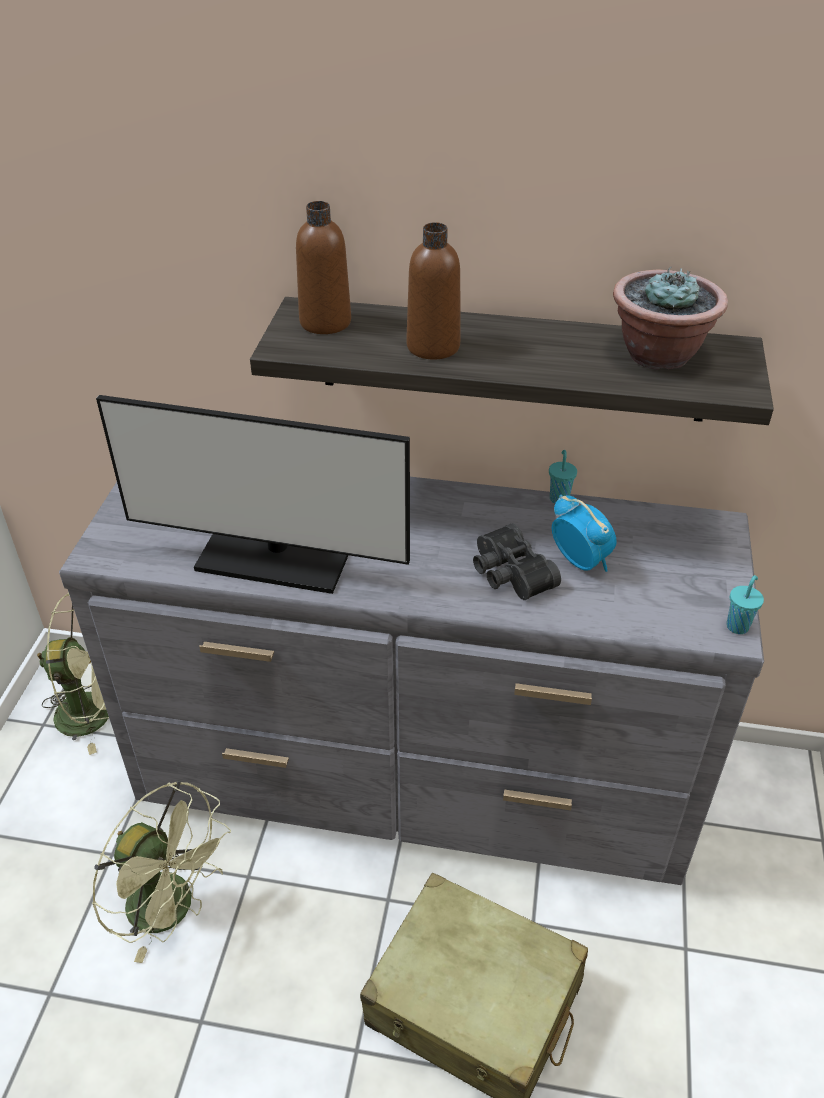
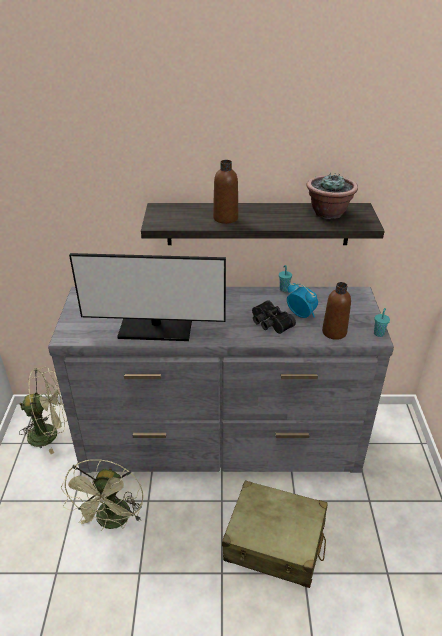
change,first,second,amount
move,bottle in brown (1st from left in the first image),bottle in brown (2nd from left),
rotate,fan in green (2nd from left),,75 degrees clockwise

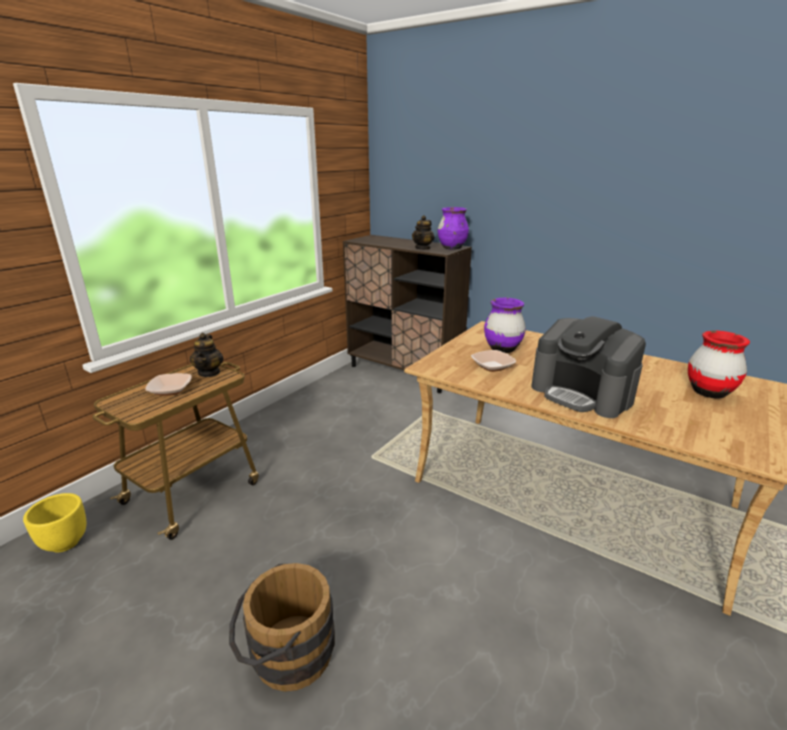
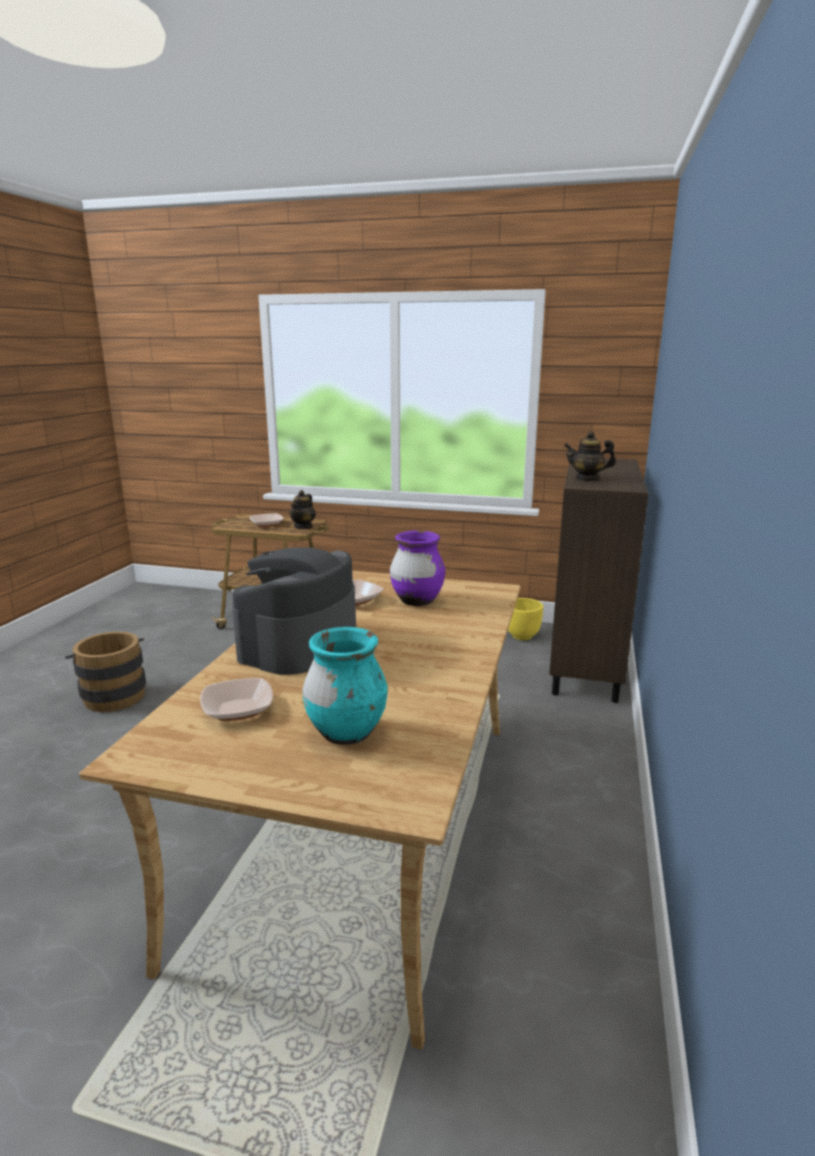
change,first,second,amount
delete,vase in purple (1st from left),,
insert,,bowl (1st from left),
move,planter in yellow,,
recolor,vase in red,vase in turquoise,
rotate,teapot (1st from left),,45 degrees counterclockwise

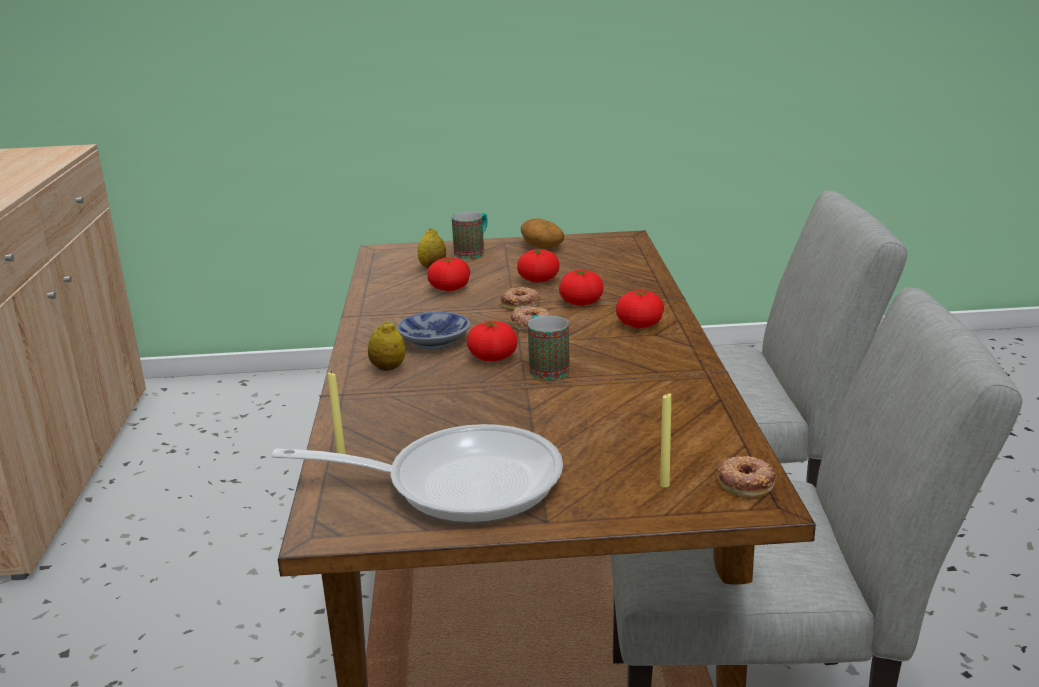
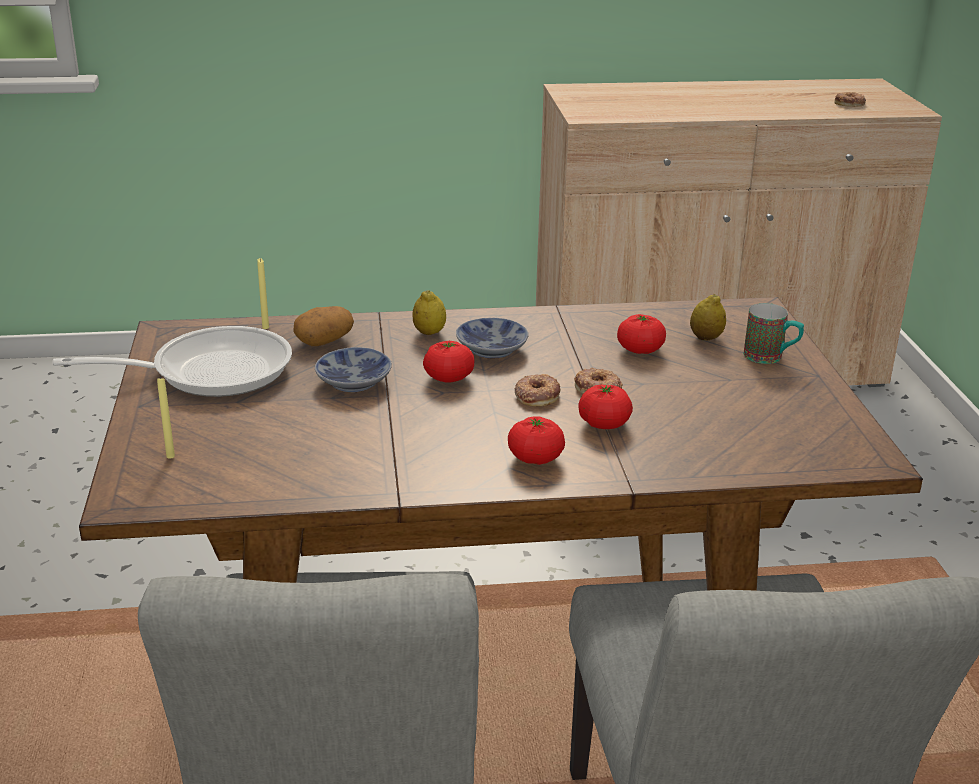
change,first,second,amount
delete,tomato (3rd from left),,
delete,mug (2nd from left),,
insert,,bowl (1st from left),
move,potato,,
move,donut (3rd from left),,
rotate,frying pan,,105 degrees counterclockwise

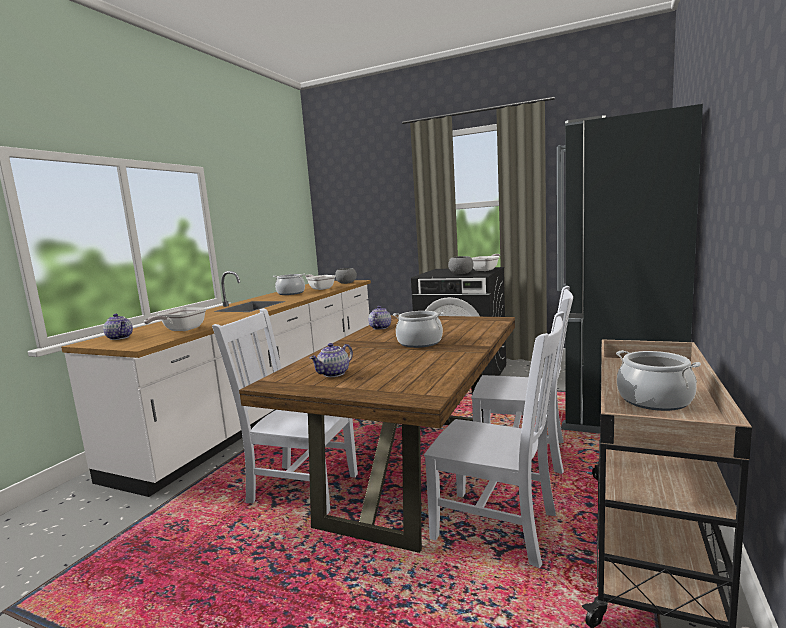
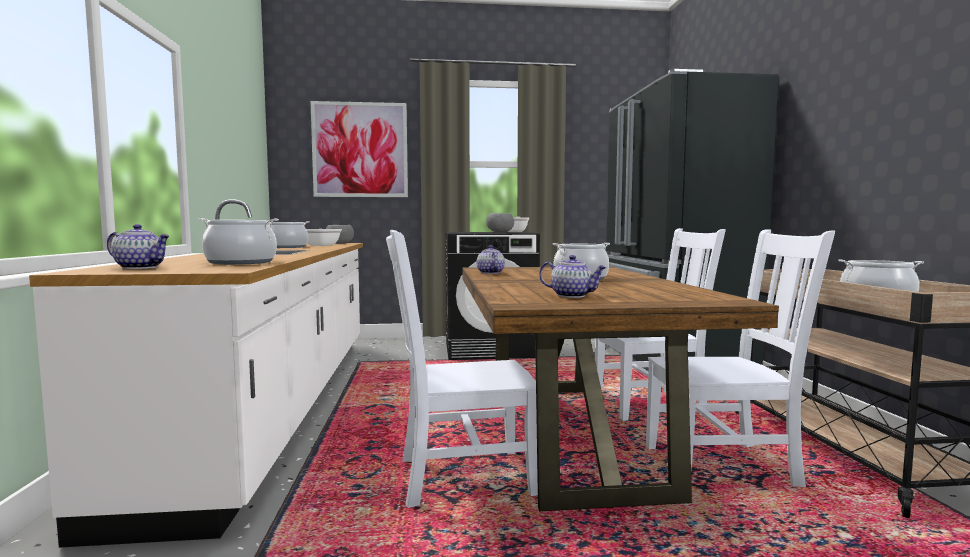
change,first,second,amount
insert,,picture,
replace,frying pan (1st from left),cooking pot (1st from left),
rotate,teapot (2nd from left in the first image),teapot (3rd from left),75 degrees counterclockwise

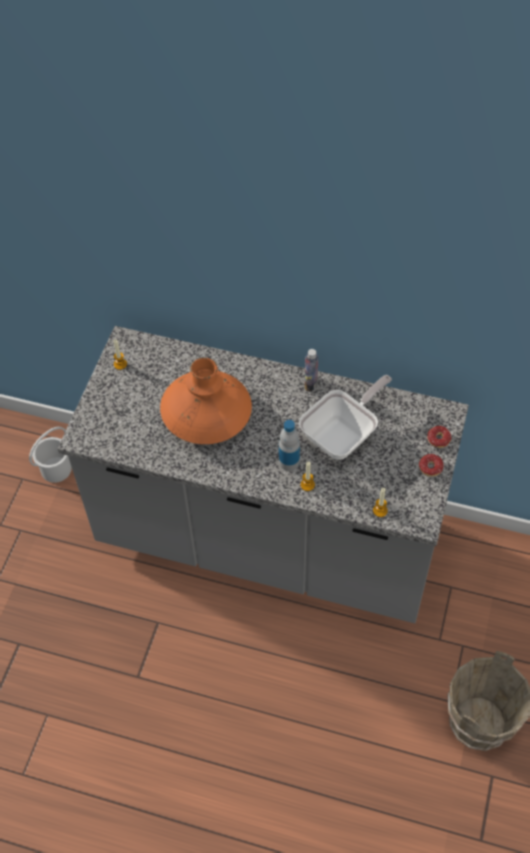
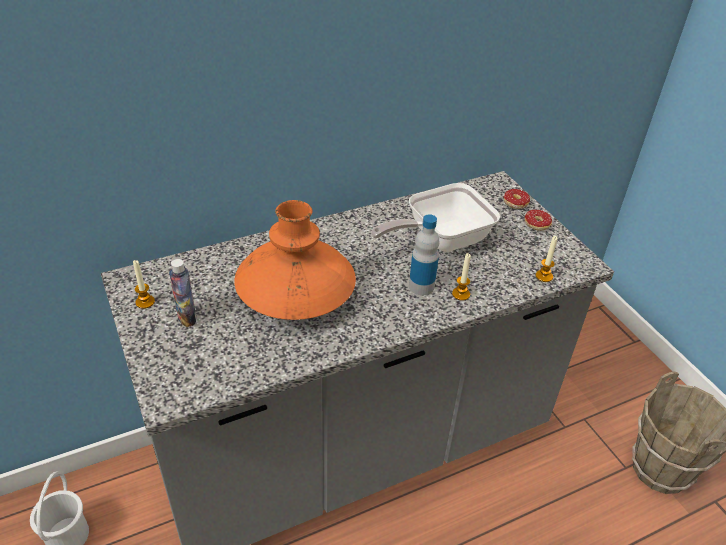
change,first,second,amount
move,bottle (2nd from left in the first image),bottle (1st from left),
rotate,frying pan,,120 degrees counterclockwise

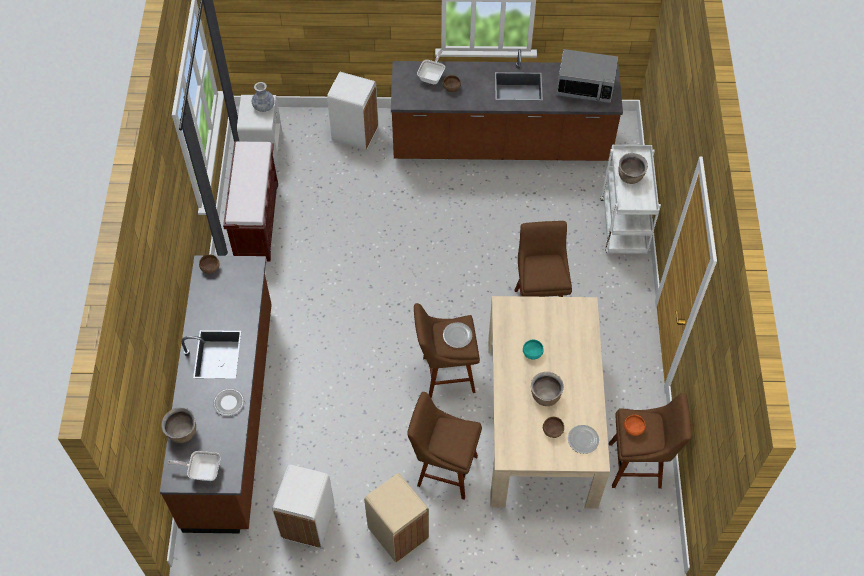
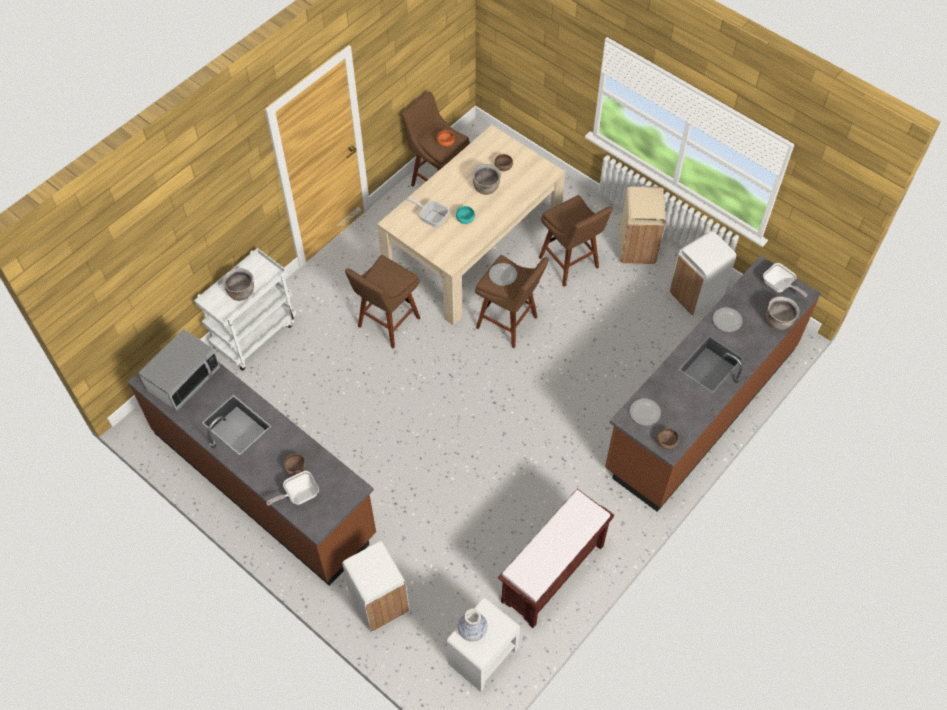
change,first,second,amount
insert,,frying pan (2nd from left),
move,plate (3rd from left in the first image),plate (2nd from left),
rotate,microwave,,75 degrees clockwise

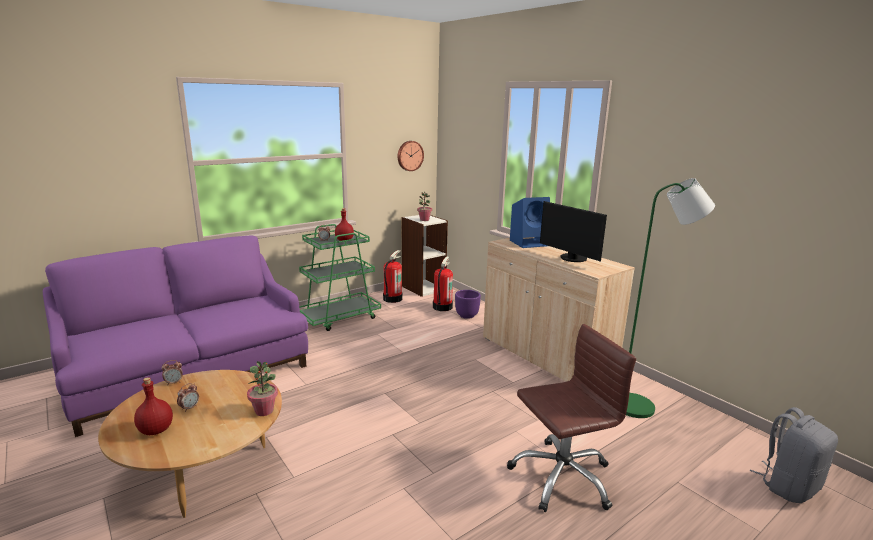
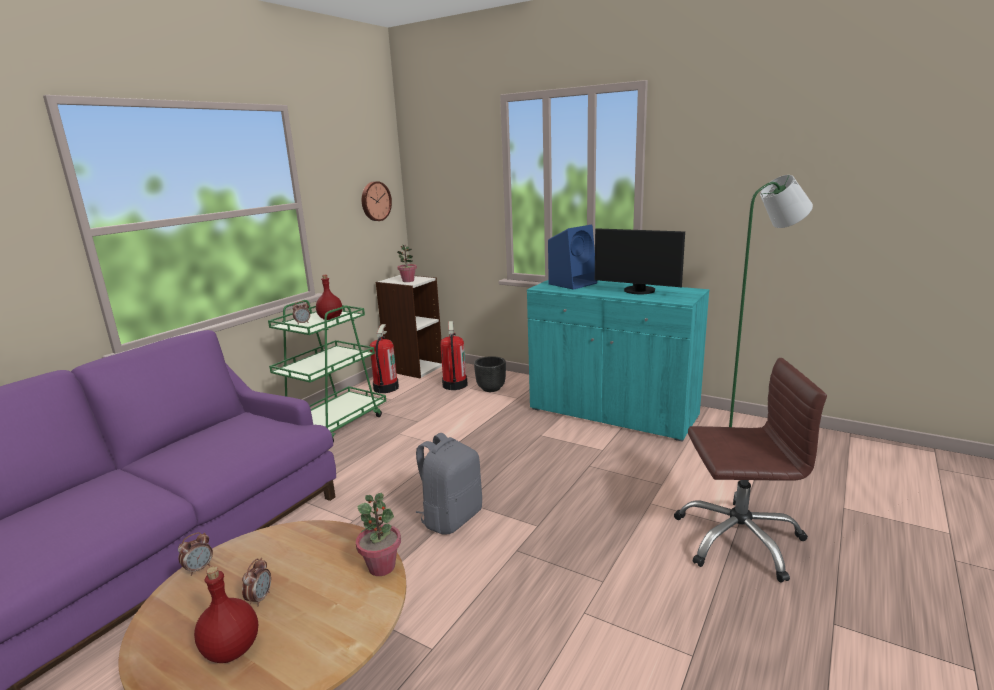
change,first,second,amount
move,backpack in grey,,
recolor,planter in purple,planter in black,
recolor,cabinet in beige,cabinet in turquoise,
rotate,office chair in brown,,45 degrees clockwise

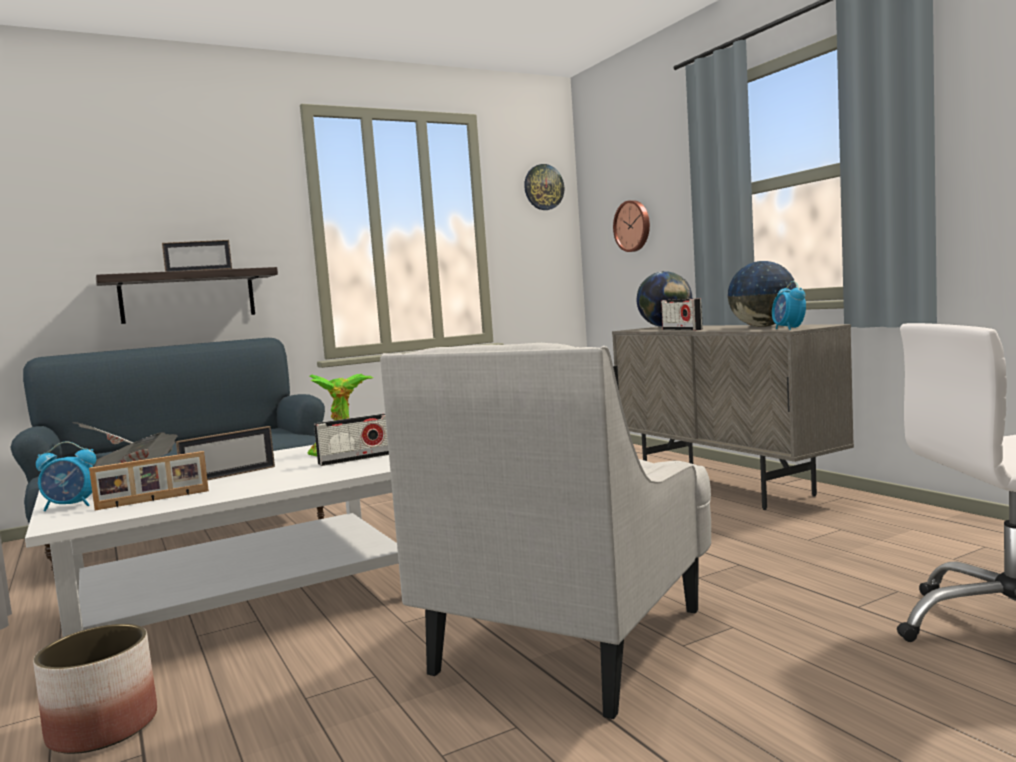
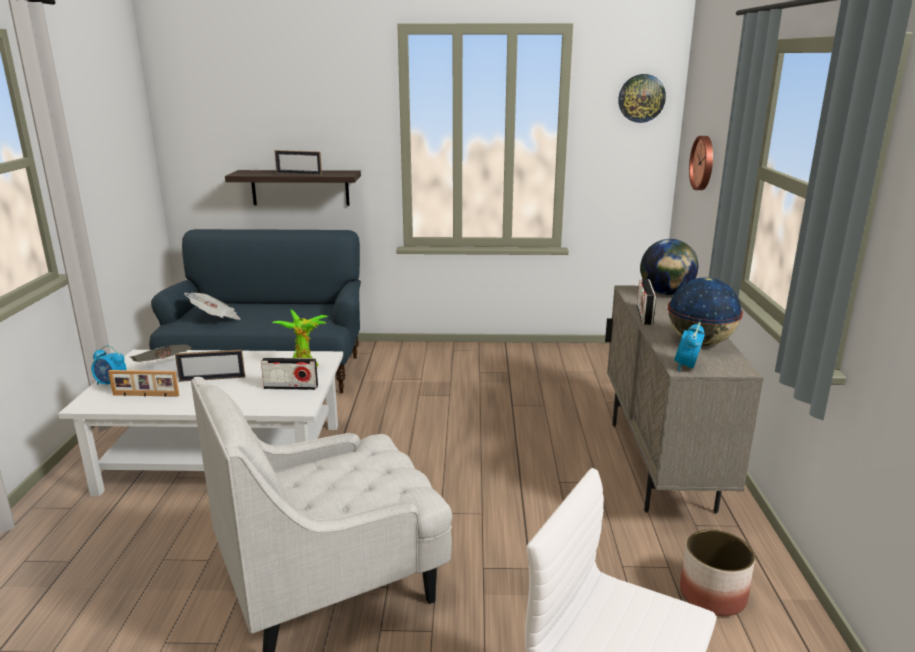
change,first,second,amount
move,planter,,

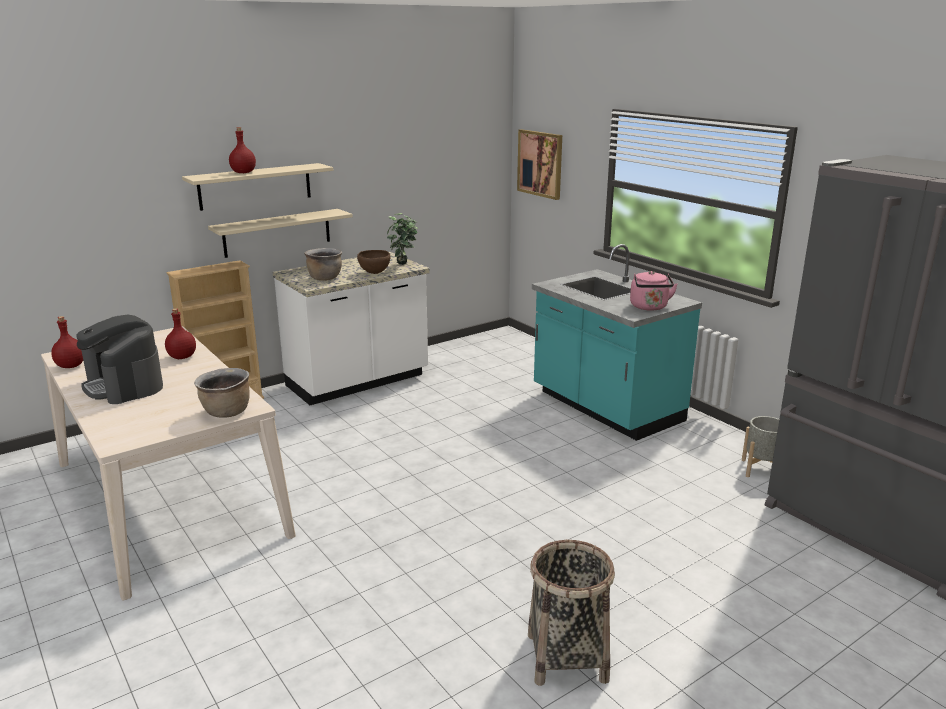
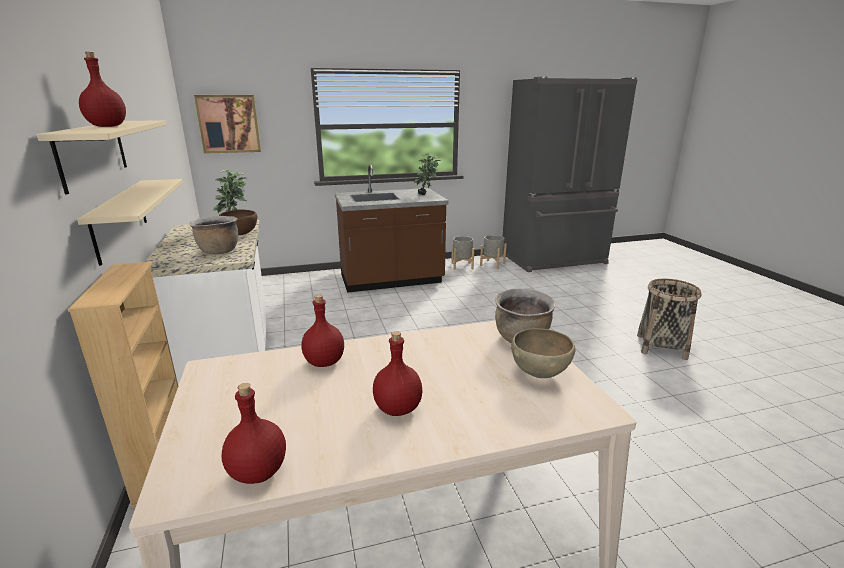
change,first,second,amount
insert,,planter in grey (1st from left),
insert,,bowl in brown (2nd from left),
replace,coffee machine,bottle in red (4th from left),
replace,kettle in pink,potted plant (2nd from left),
recolor,counter in turquoise,counter in brown,

